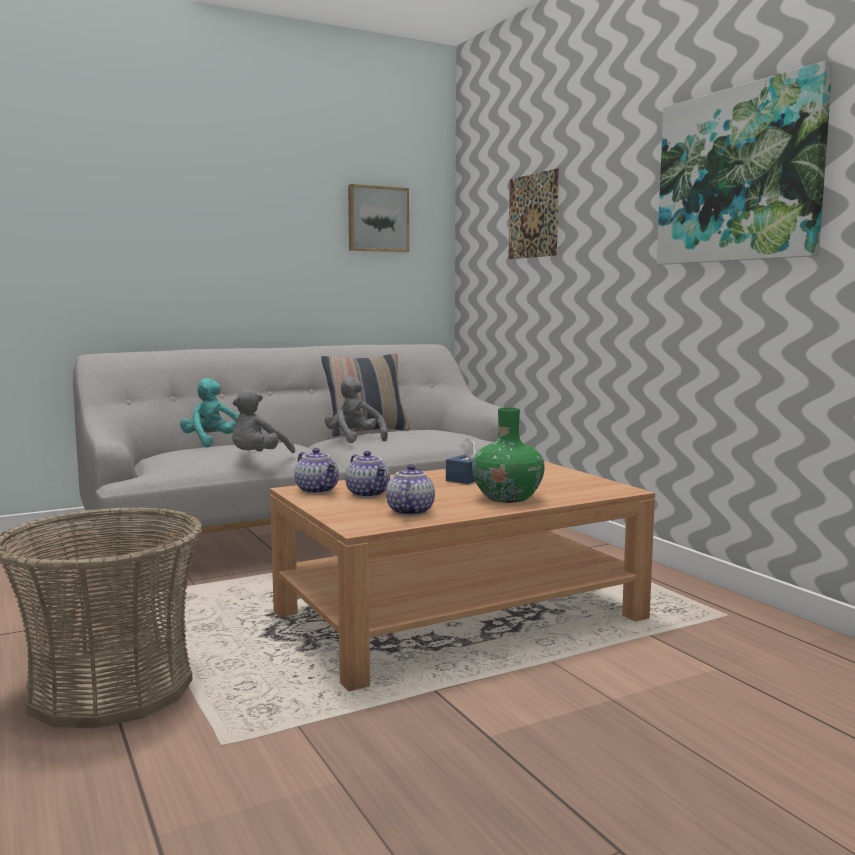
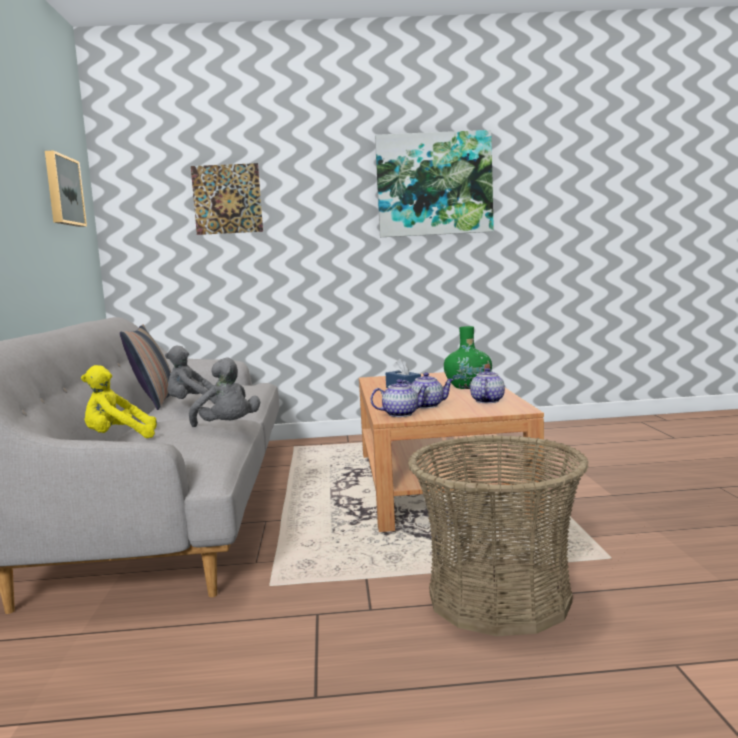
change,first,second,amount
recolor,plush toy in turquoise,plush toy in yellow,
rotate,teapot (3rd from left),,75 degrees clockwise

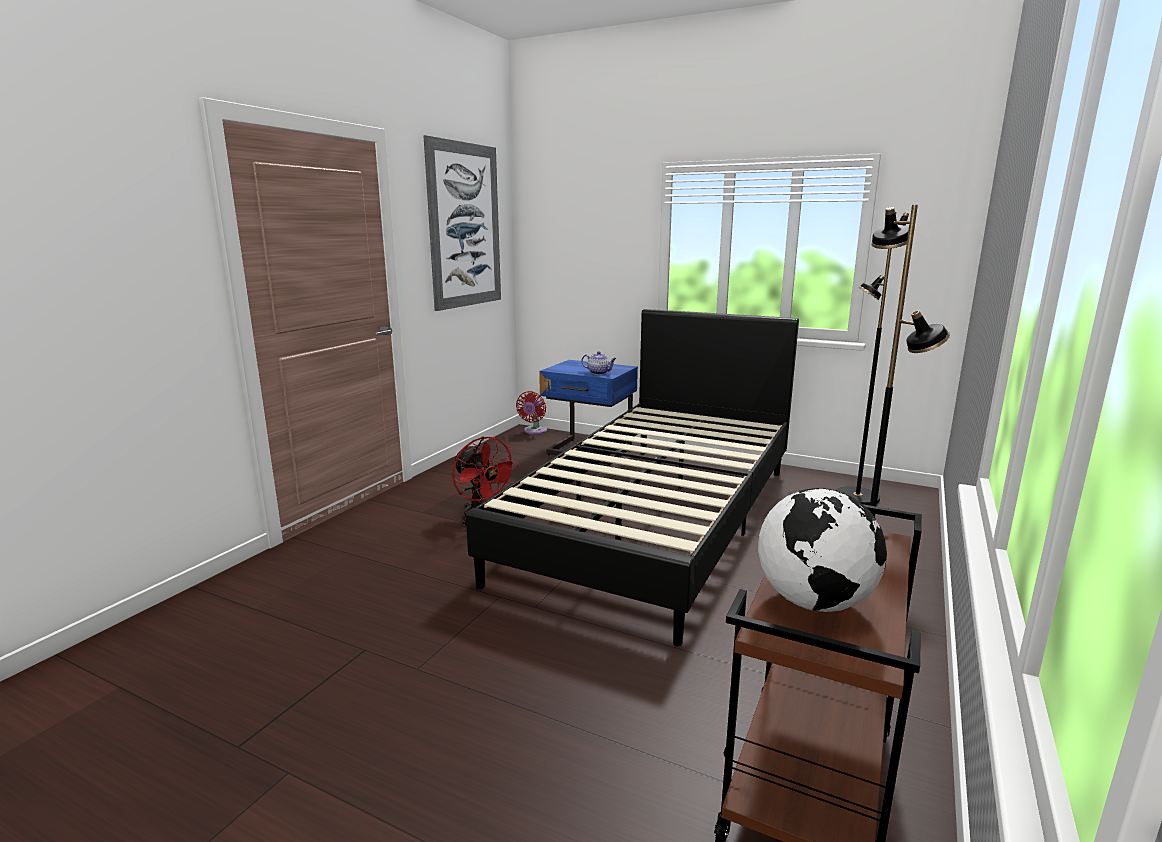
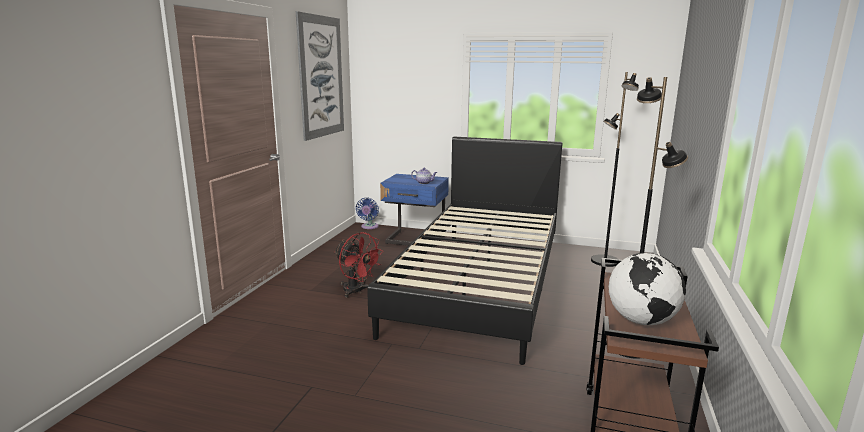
change,first,second,amount
recolor,fan in red (2nd from left),fan in blue,

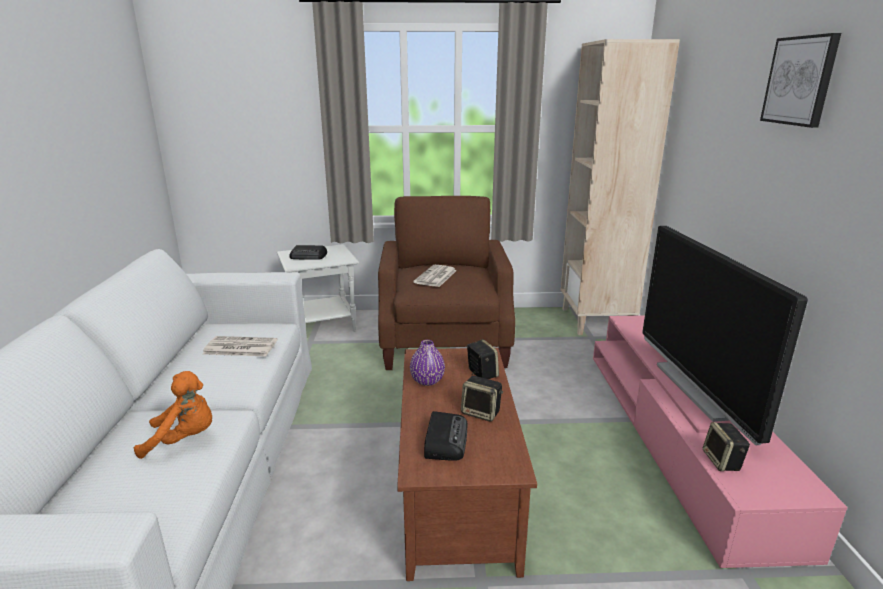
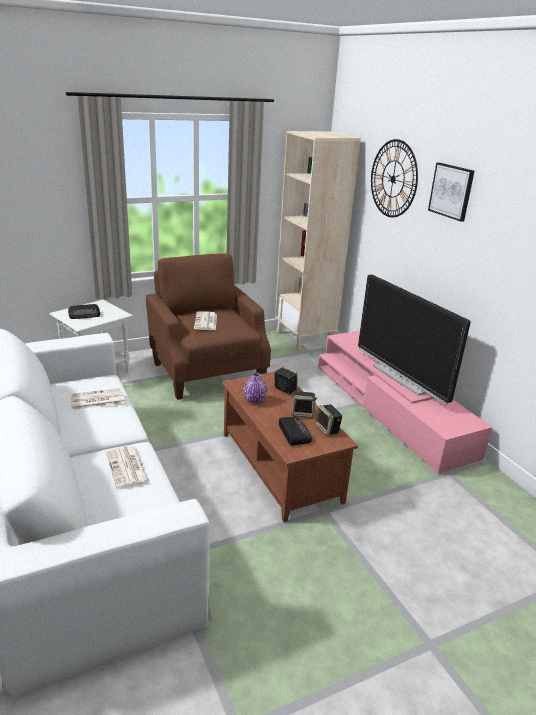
change,first,second,amount
insert,,wall clock,
move,speaker (3rd from left),,
replace,plush toy in orange,newspaper (2nd from left),

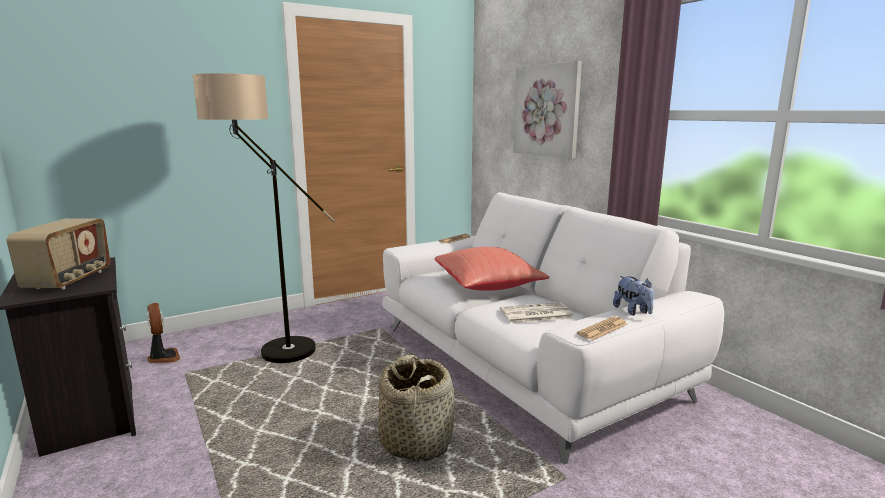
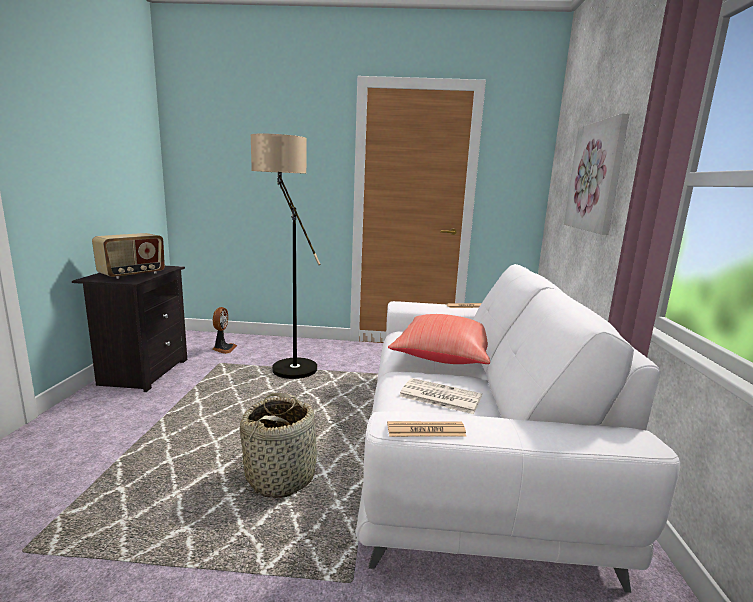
change,first,second,amount
delete,plush toy,,

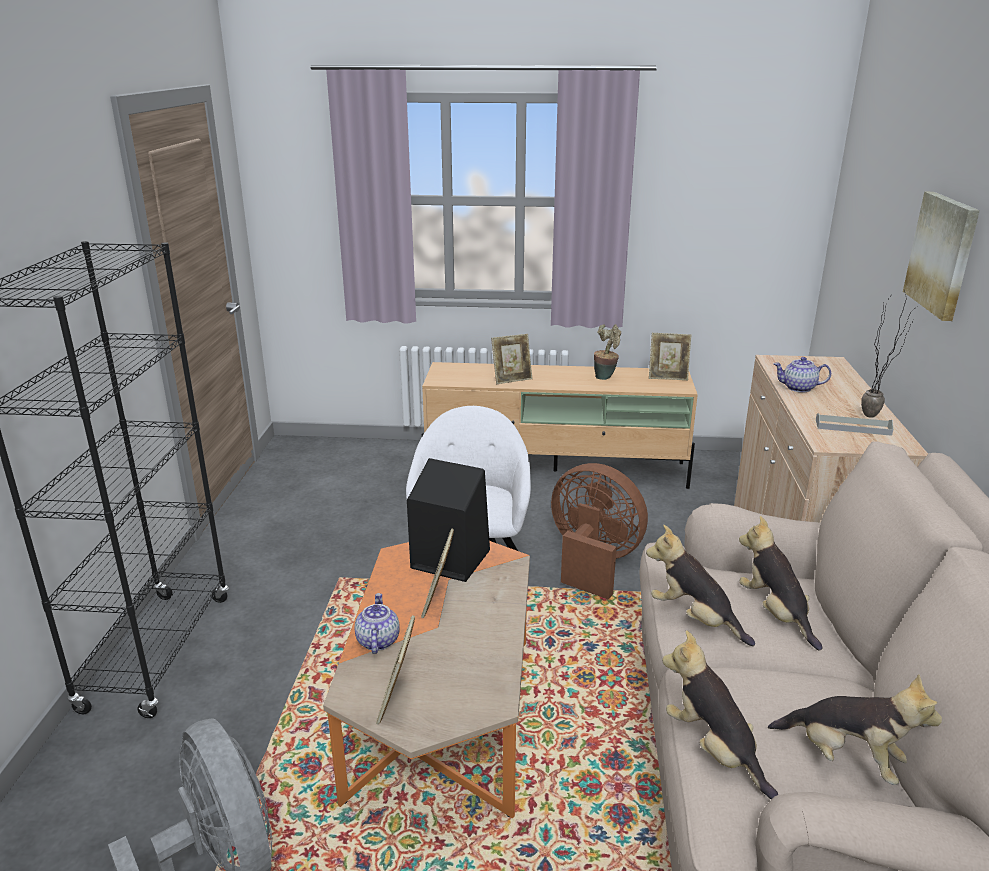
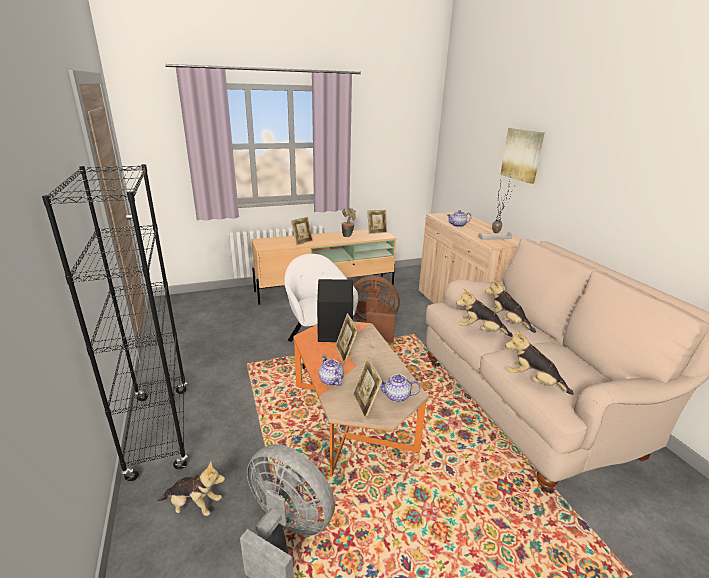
change,first,second,amount
insert,,teapot (2nd from left),
move,plush toy (4th from left in the first image),plush toy (1st from left),

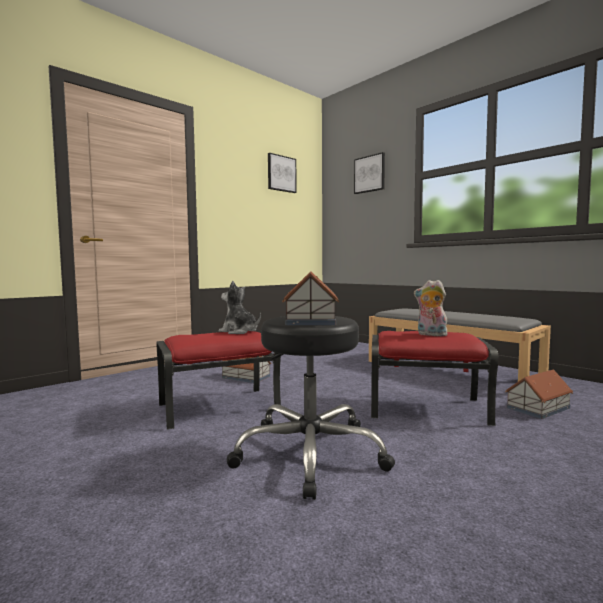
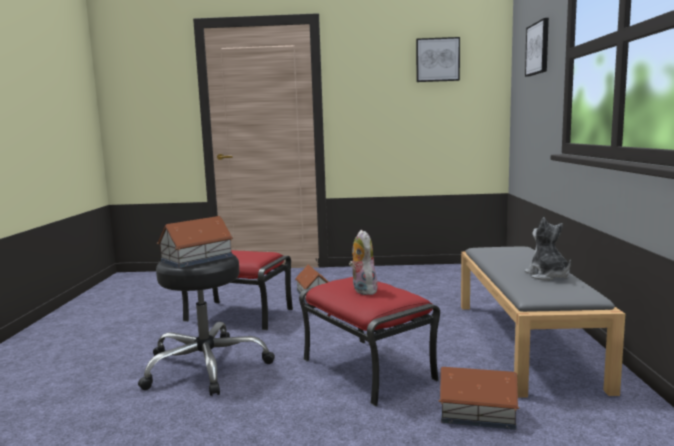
change,first,second,amount
move,plush toy (1st from left in the first image),plush toy (2nd from left),

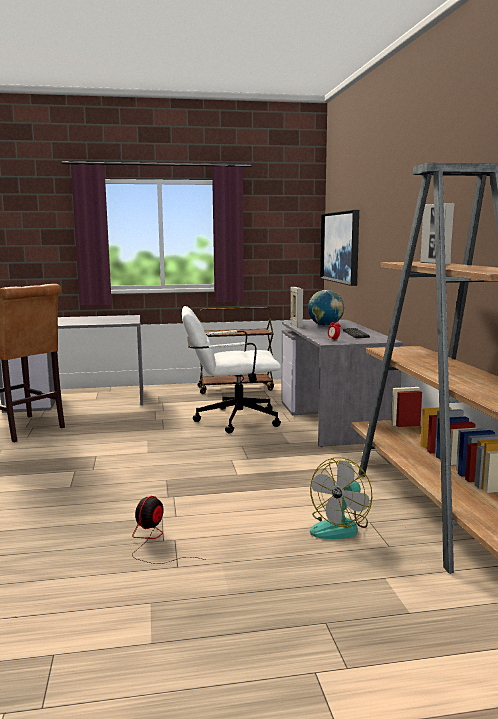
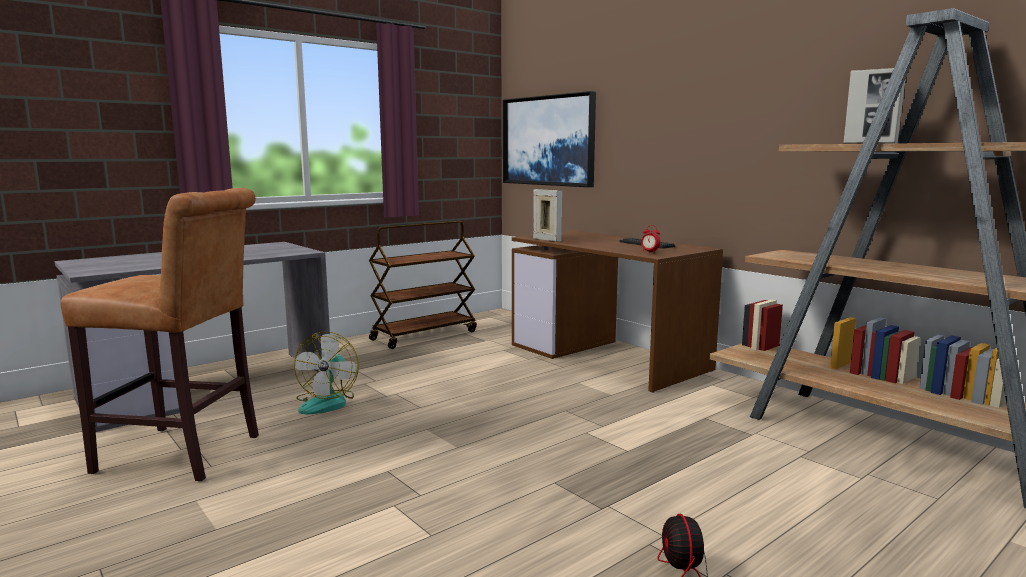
change,first,second,amount
delete,office chair in white,,
delete,globe,,
move,fan (2nd from left in the first image),fan (1st from left),
recolor,desk in grey (2nd from left),desk in brown,

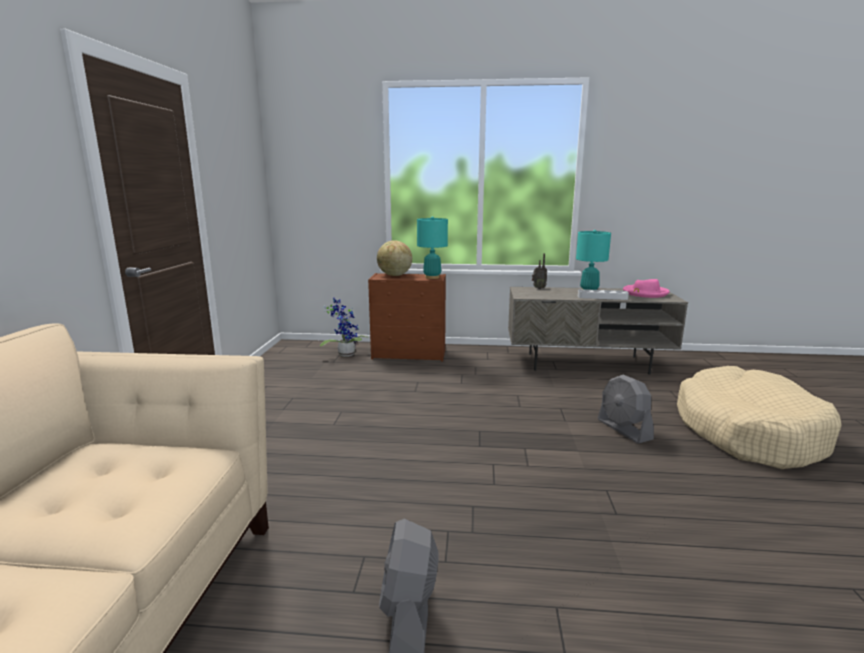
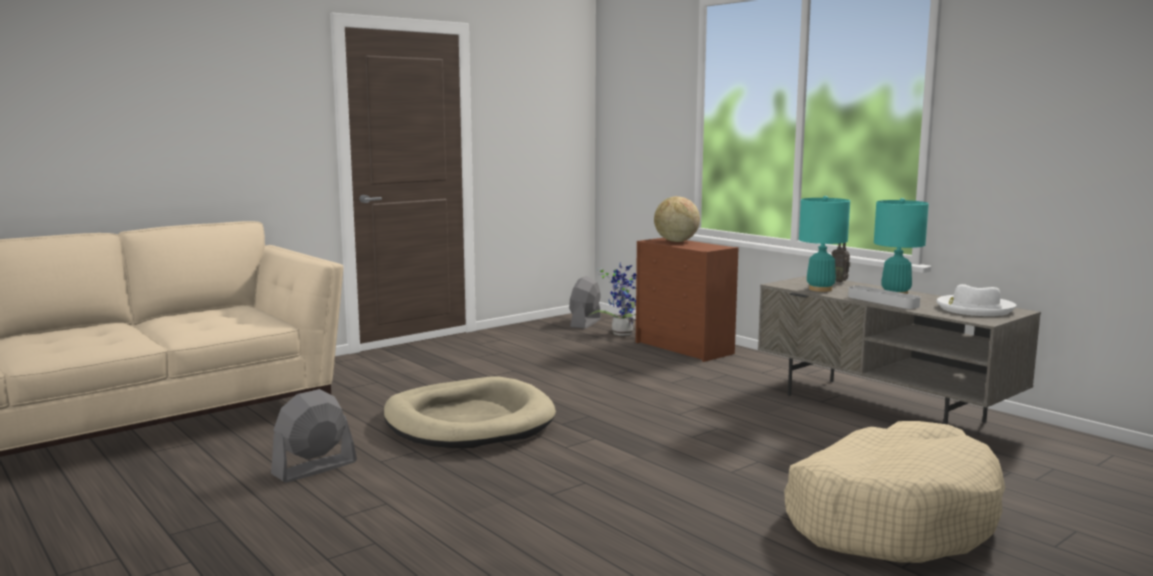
change,first,second,amount
insert,,dog bed in beige (1st from left),
move,table lamp in turquoise (1st from left),,
move,fan in grey (2nd from left),,
recolor,hat in pink,hat in white,

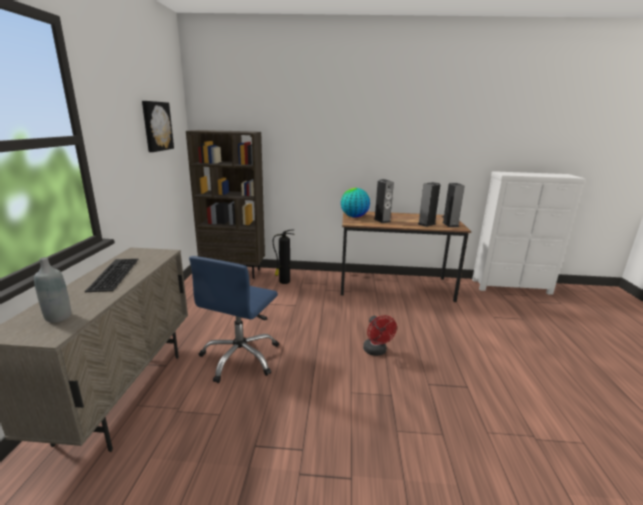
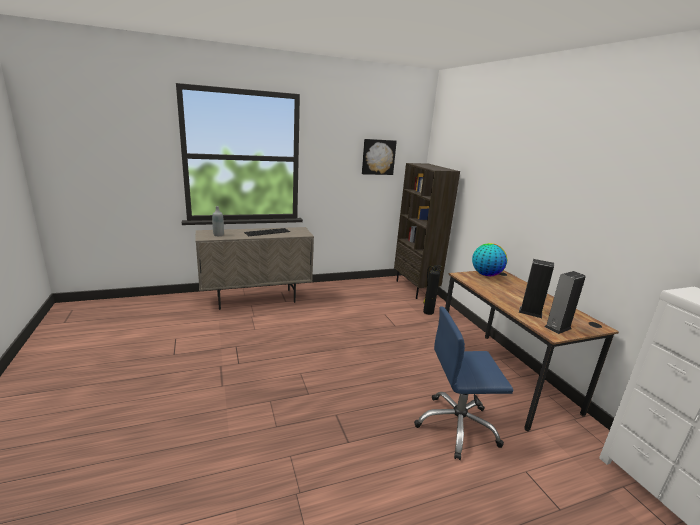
change,first,second,amount
delete,fan in red,,
delete,speaker (1st from left),,
move,office chair in blue,,

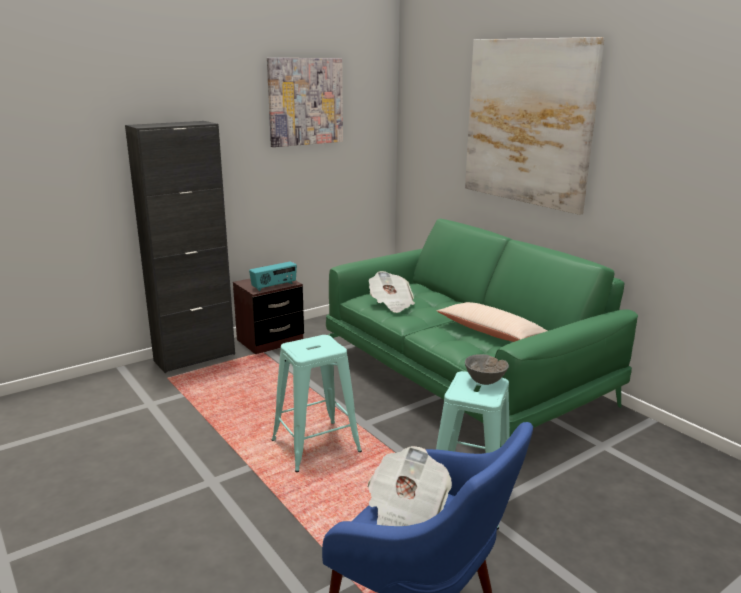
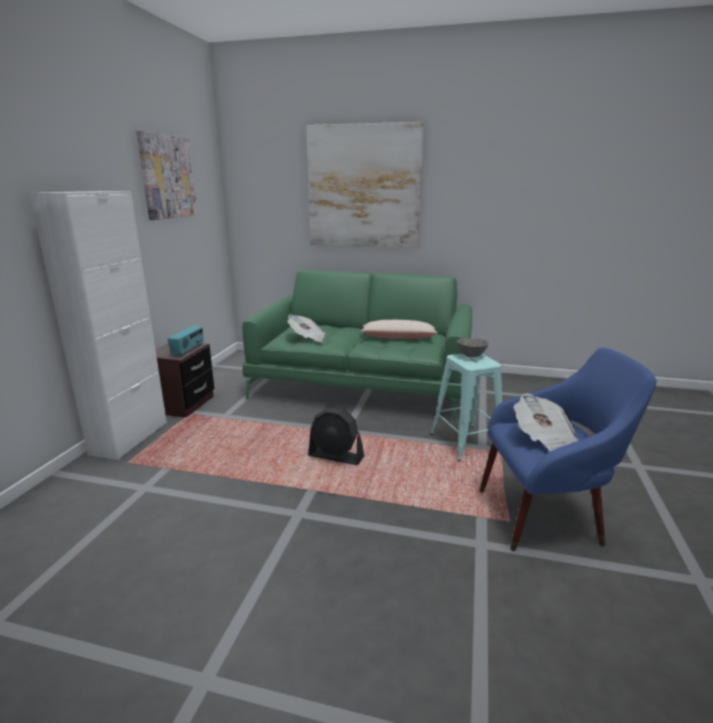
change,first,second,amount
replace,stool in turquoise (1st from left),fan in black,
recolor,cabinet in black,cabinet in white,

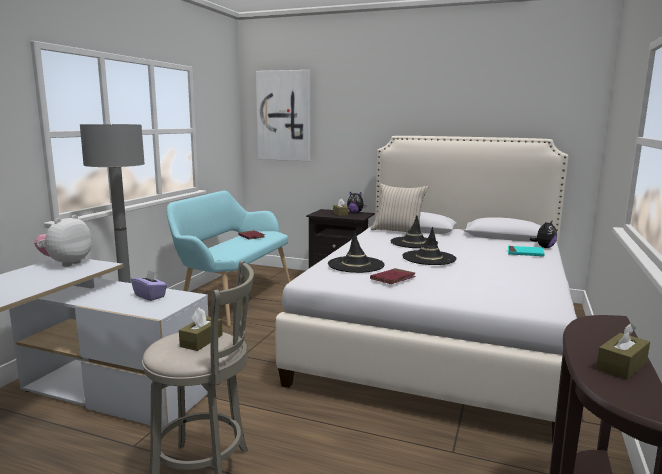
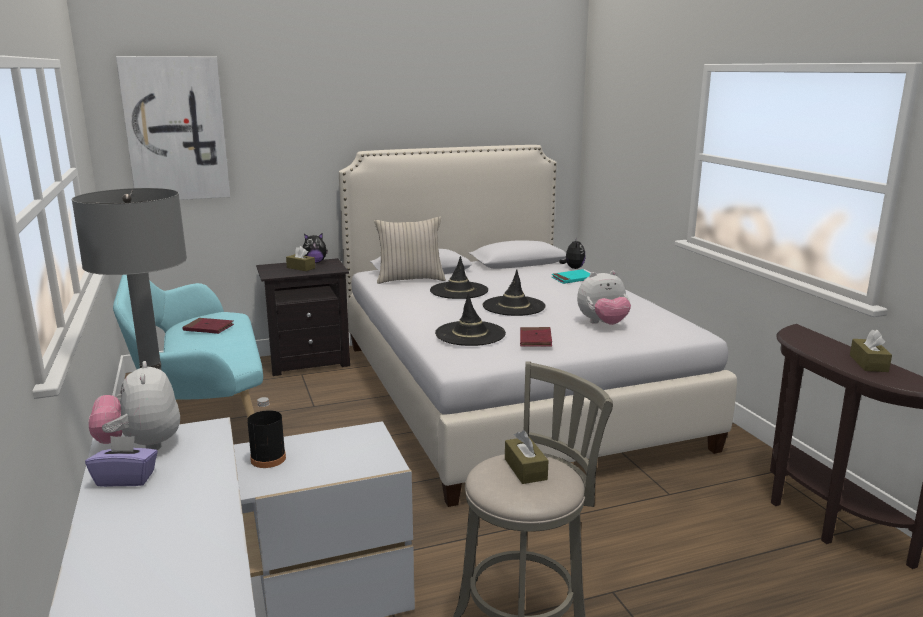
change,first,second,amount
insert,,bottle in black,
insert,,plush toy (4th from left),
move,tissue box in purple,,

